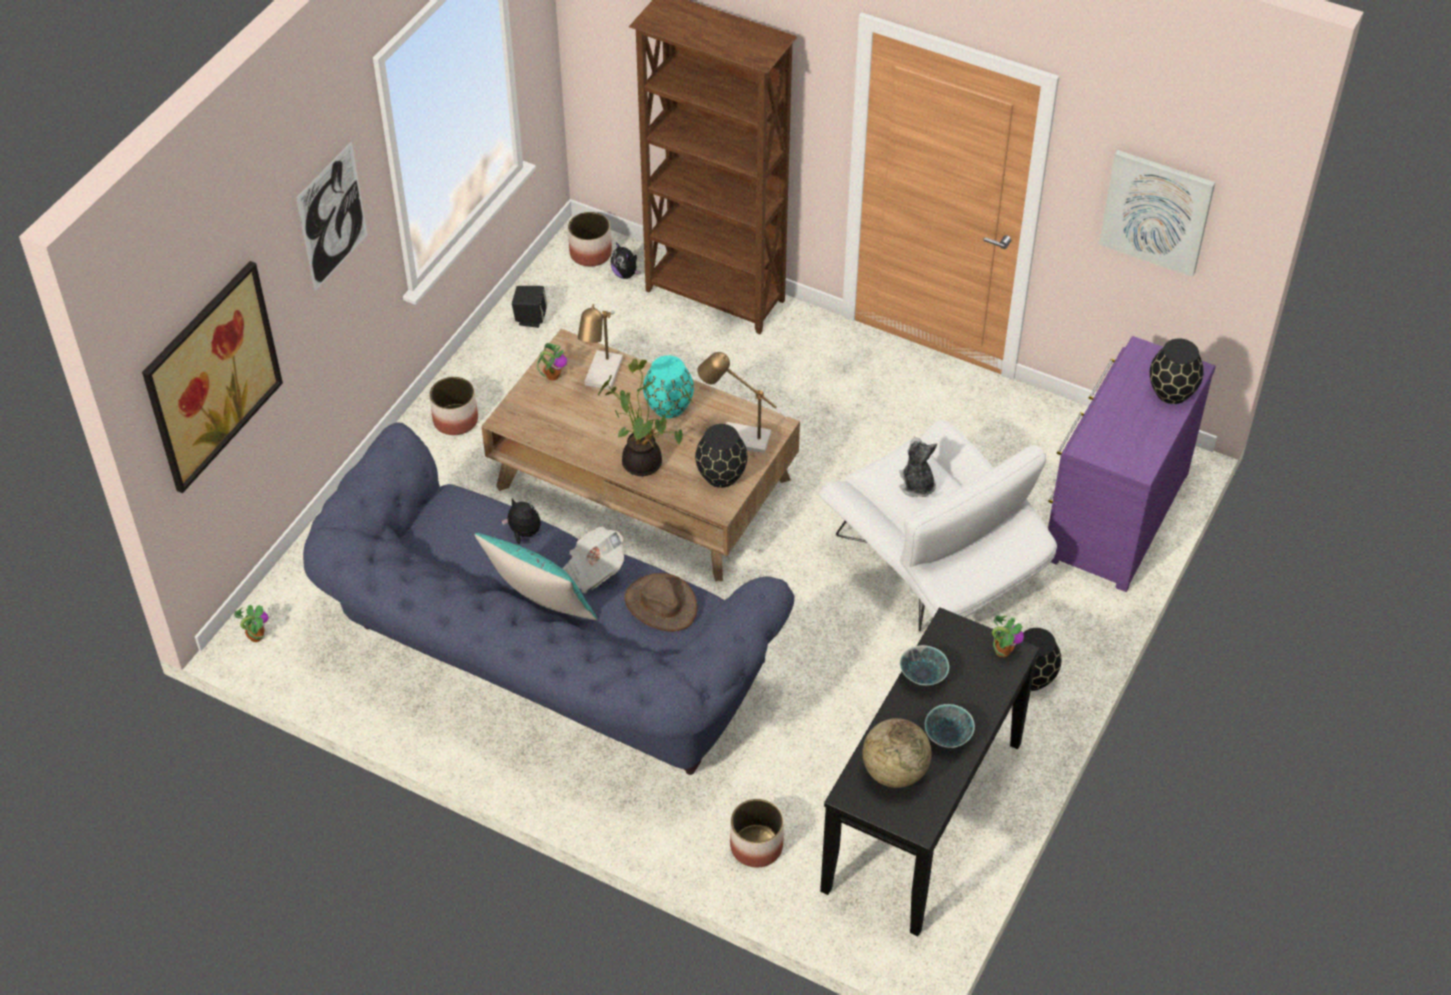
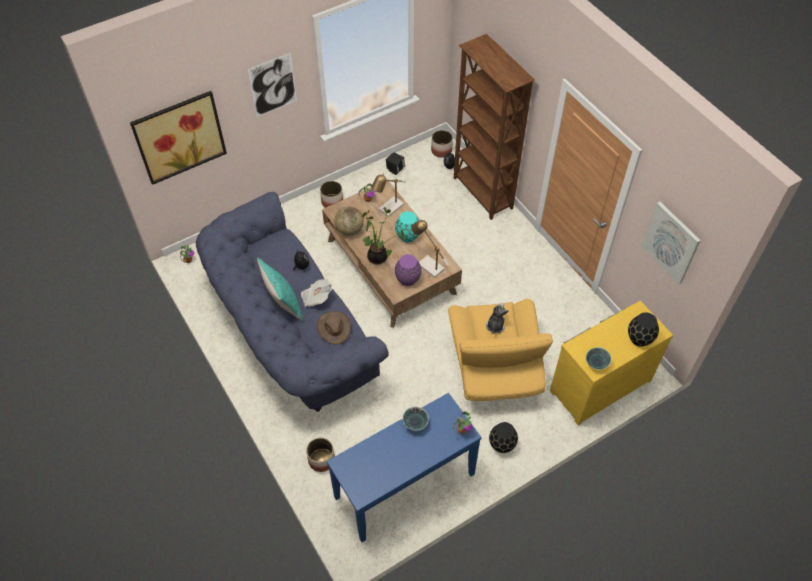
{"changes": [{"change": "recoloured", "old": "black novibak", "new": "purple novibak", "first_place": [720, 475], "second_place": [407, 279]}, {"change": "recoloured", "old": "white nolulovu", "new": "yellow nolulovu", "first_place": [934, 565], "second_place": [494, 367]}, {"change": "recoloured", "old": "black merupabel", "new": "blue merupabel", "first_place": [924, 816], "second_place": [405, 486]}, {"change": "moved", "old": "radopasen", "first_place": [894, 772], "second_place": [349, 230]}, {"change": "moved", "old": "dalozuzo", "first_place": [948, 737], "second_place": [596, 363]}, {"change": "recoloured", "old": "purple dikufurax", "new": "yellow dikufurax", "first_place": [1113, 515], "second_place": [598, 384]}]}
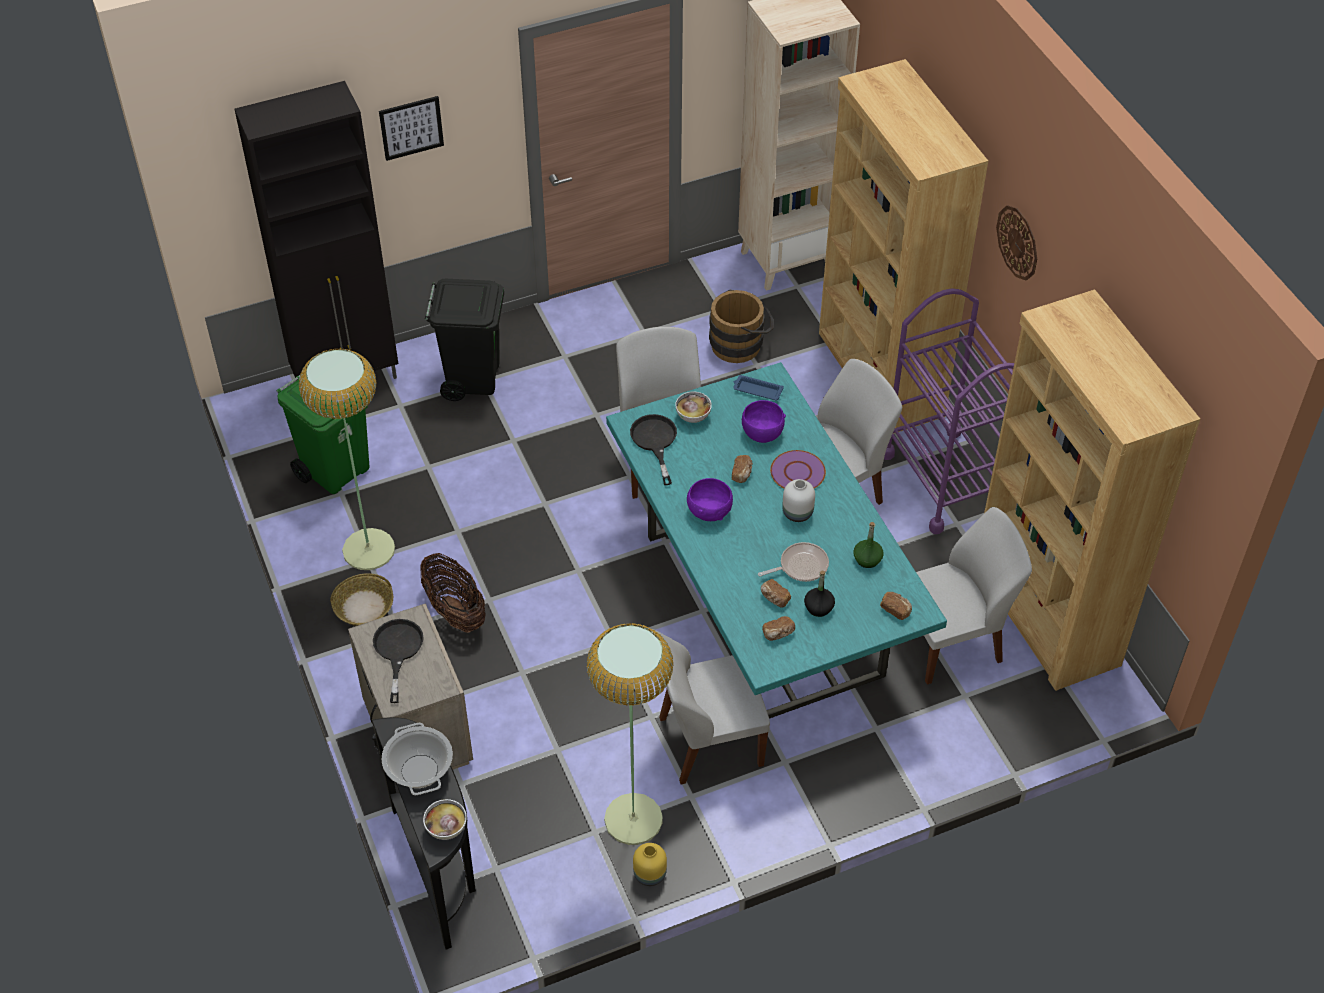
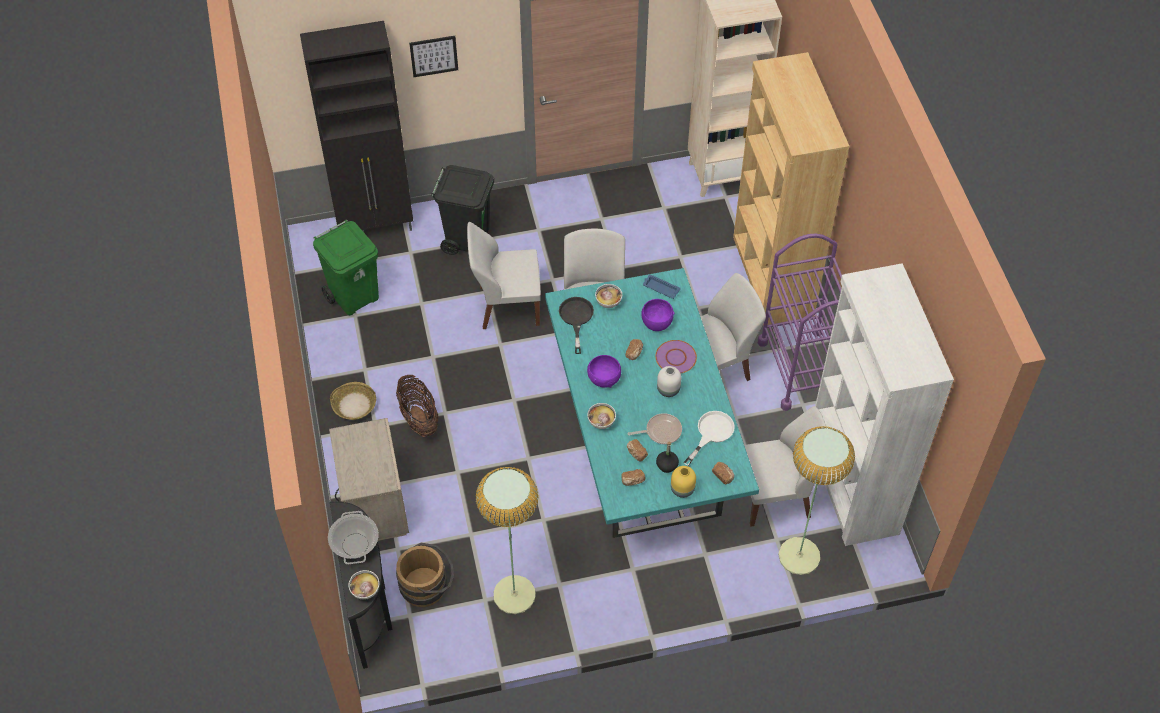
{"changes": [{"change": "moved", "old": "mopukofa", "first_place": [368, 550], "second_place": [799, 556]}, {"change": "removed", "old": "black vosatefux", "first_place": [397, 651]}, {"change": "moved", "old": "yellow novibak", "first_place": [649, 873], "second_place": [682, 488]}, {"change": "moved", "old": "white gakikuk", "first_place": [707, 742], "second_place": [507, 306]}, {"change": "moved", "old": "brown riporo", "first_place": [740, 344], "second_place": [428, 586]}, {"change": "replaced", "old": "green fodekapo", "new": "white vosatefux", "first_place": [867, 559], "second_place": [711, 433]}, {"change": "recoloured", "old": "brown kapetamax", "new": "white kapetamax", "first_place": [1045, 615], "second_place": [852, 486]}, {"change": "removed", "old": "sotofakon", "first_place": [1018, 242]}, {"change": "added", "new": "dalozuzo", "second_place": [601, 422]}]}
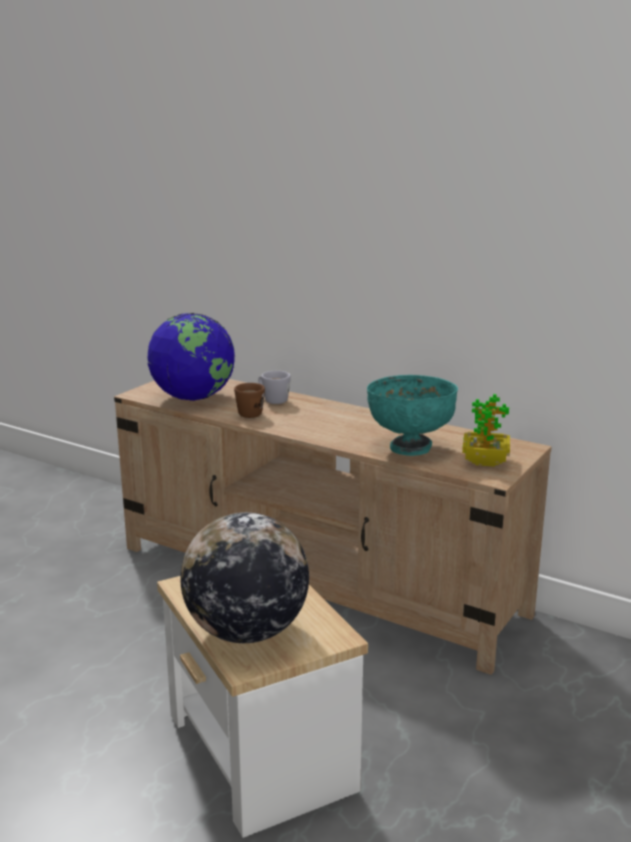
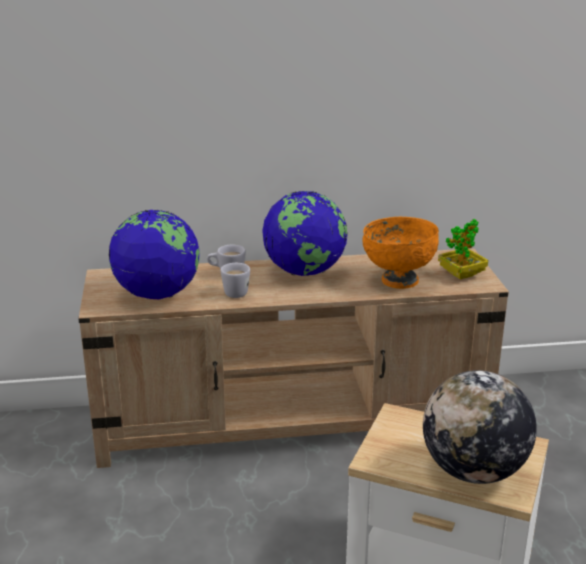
{"changes": [{"change": "recoloured", "old": "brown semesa", "new": "white semesa", "first_place": [251, 413], "second_place": [233, 292]}, {"change": "recoloured", "old": "turquoise dalozuzo", "new": "orange dalozuzo", "first_place": [410, 447], "second_place": [398, 280]}, {"change": "added", "new": "radopasen", "second_place": [304, 272]}]}
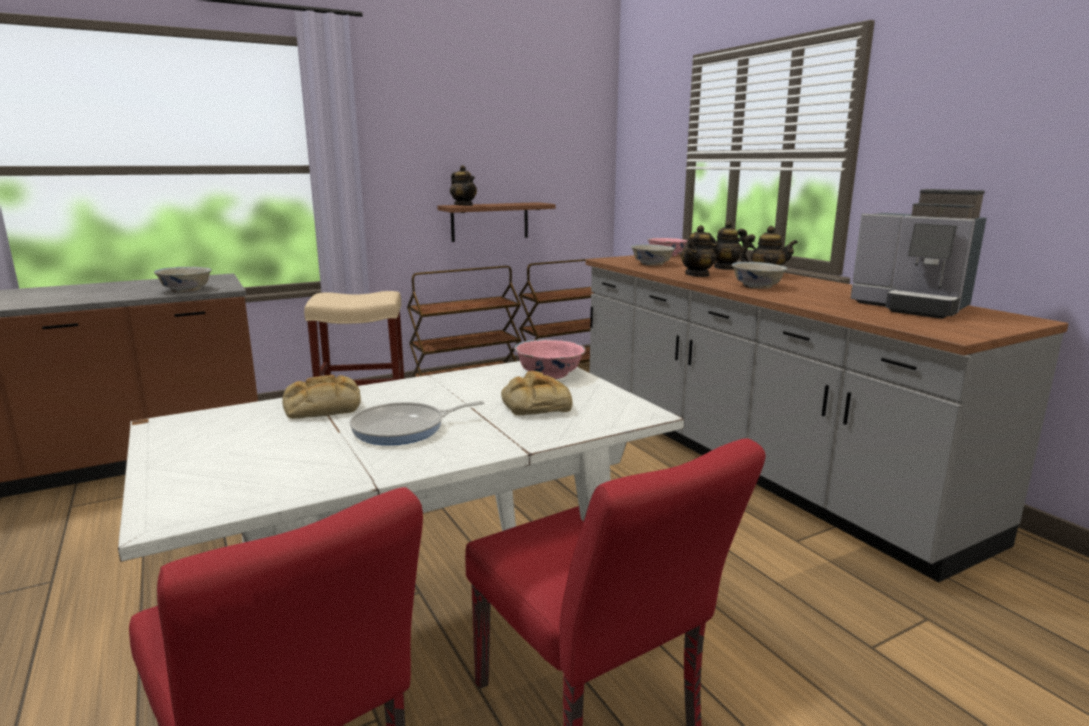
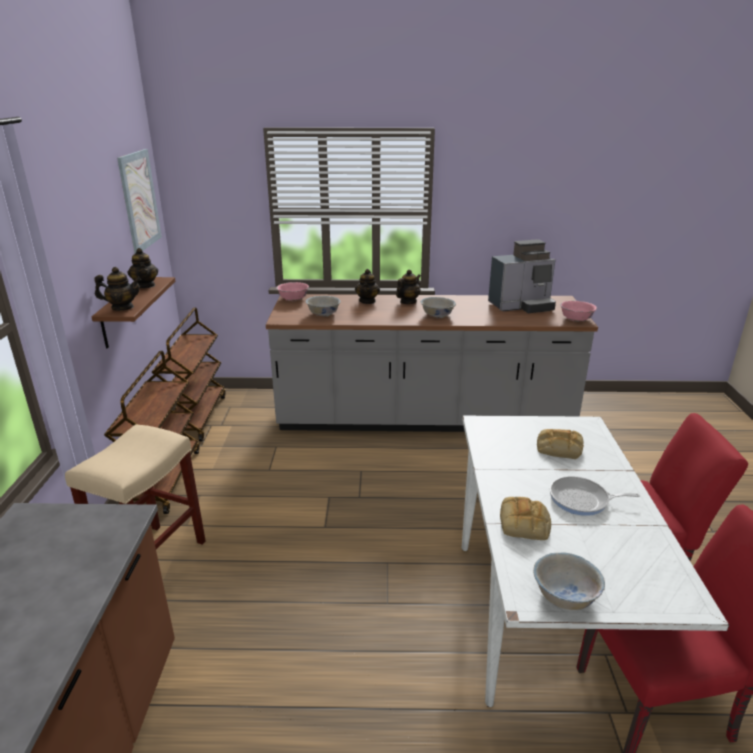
{"changes": [{"change": "moved", "old": "white dalozuzo", "first_place": [185, 290], "second_place": [565, 596]}, {"change": "turned", "old": "vosatefux", "first_place": [404, 429], "second_place": [582, 500], "degrees": 90}, {"change": "moved", "old": "pink dalozuzo", "first_place": [549, 374], "second_place": [576, 319]}, {"change": "moved", "old": "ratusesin", "first_place": [697, 275], "second_place": [145, 285]}, {"change": "added", "new": "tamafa", "second_place": [139, 200]}]}
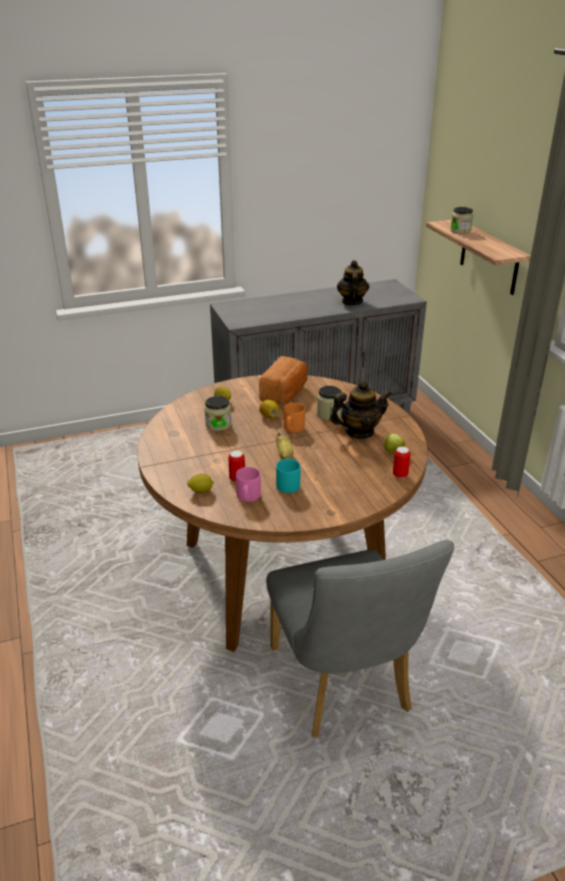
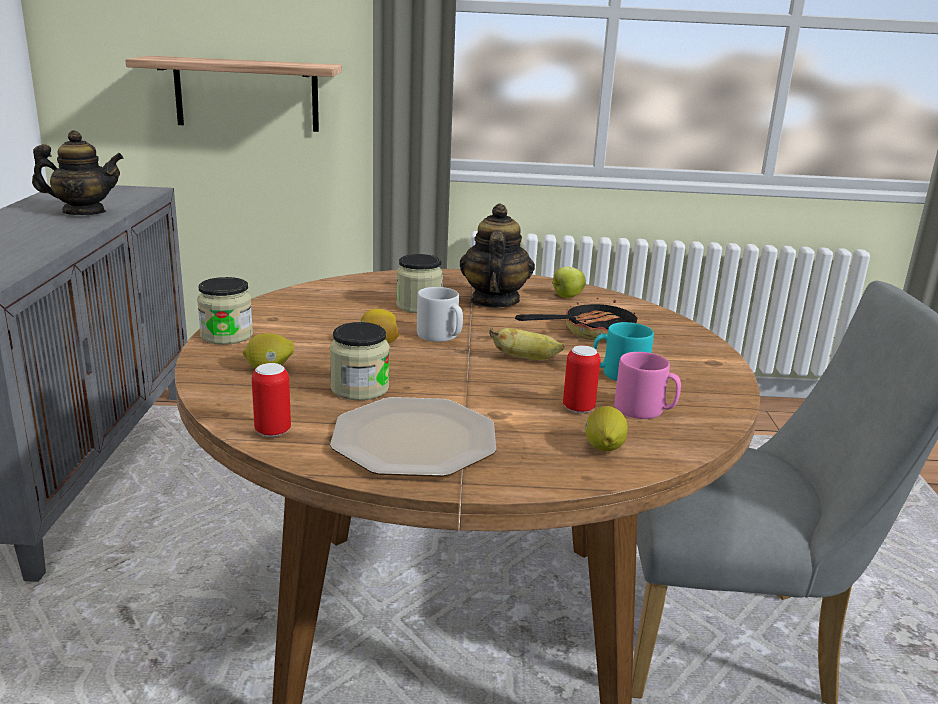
{"changes": [{"change": "removed", "old": "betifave", "first_place": [285, 393]}, {"change": "recoloured", "old": "orange semesa", "new": "grey semesa", "first_place": [293, 429], "second_place": [441, 336]}, {"change": "turned", "old": "ratusesin", "first_place": [351, 302], "second_place": [84, 212], "degrees": 150}, {"change": "moved", "old": "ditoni", "first_place": [400, 475], "second_place": [273, 431]}, {"change": "moved", "old": "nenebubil", "first_place": [460, 231], "second_place": [226, 335]}, {"change": "added", "new": "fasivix", "second_place": [413, 439]}, {"change": "added", "new": "vosatefux", "second_place": [589, 332]}]}
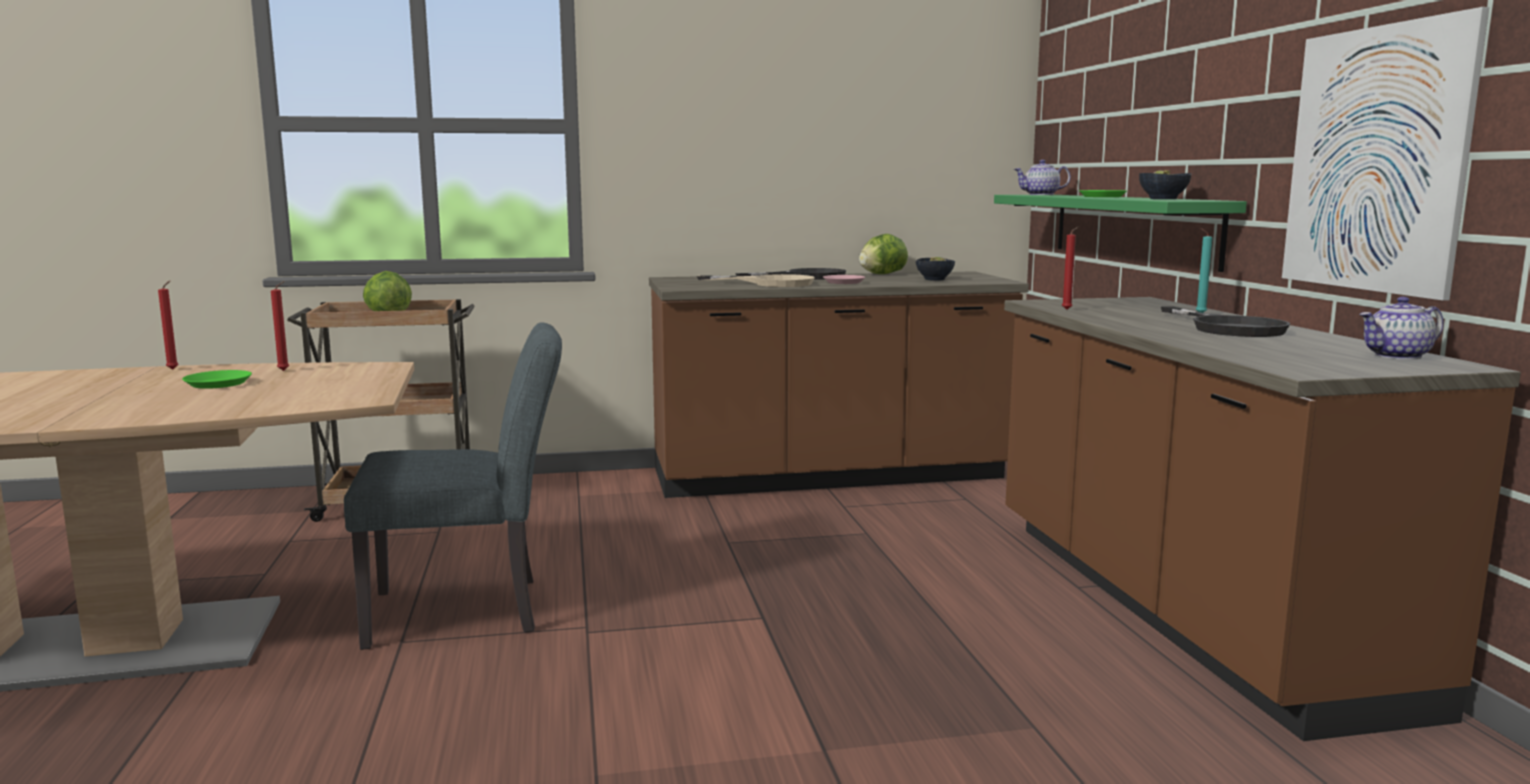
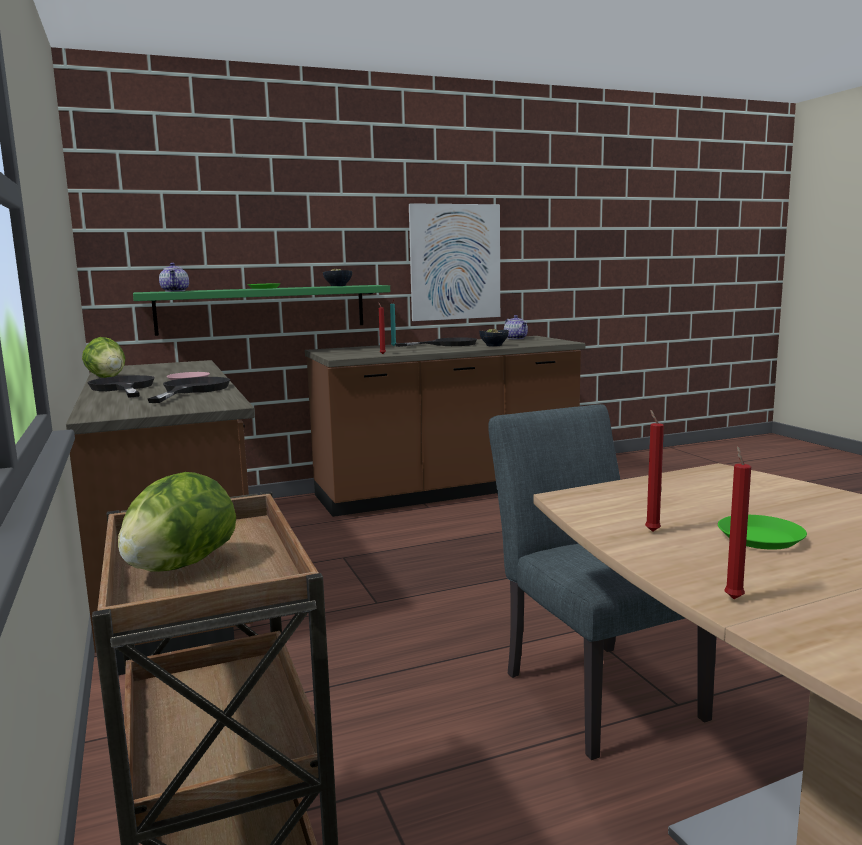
{"changes": [{"change": "recoloured", "old": "beige vosatefux", "new": "black vosatefux", "first_place": [771, 283], "second_place": [191, 390]}, {"change": "moved", "old": "dalozuzo", "first_place": [935, 279], "second_place": [493, 345]}]}
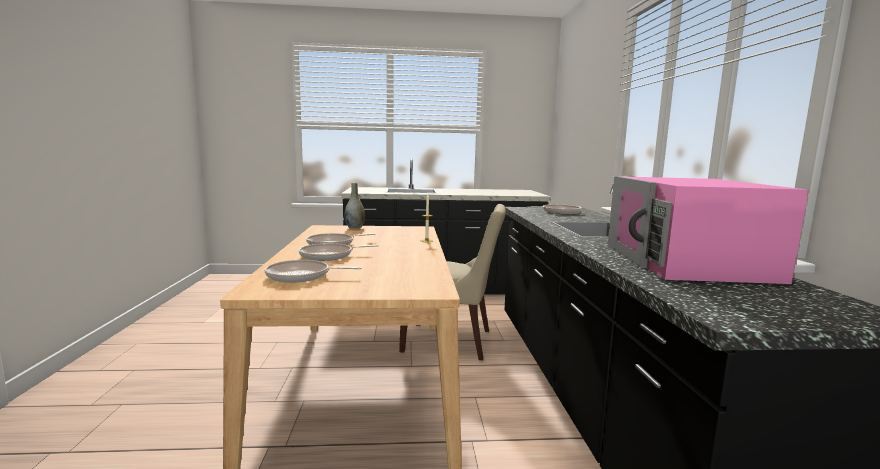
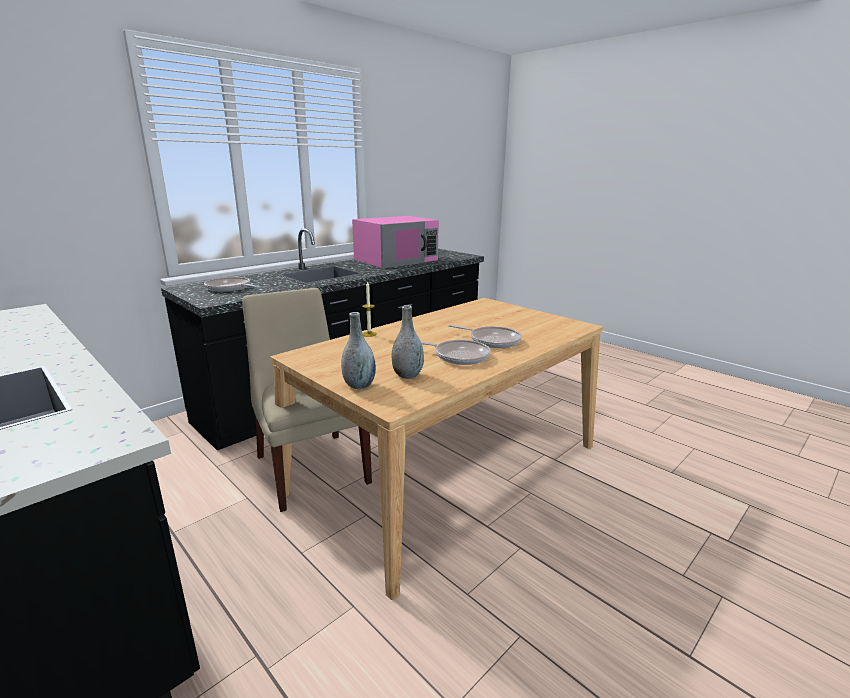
{"changes": [{"change": "removed", "old": "vosatefux", "first_place": [302, 276]}, {"change": "added", "new": "grey novibak", "second_place": [407, 375]}]}
